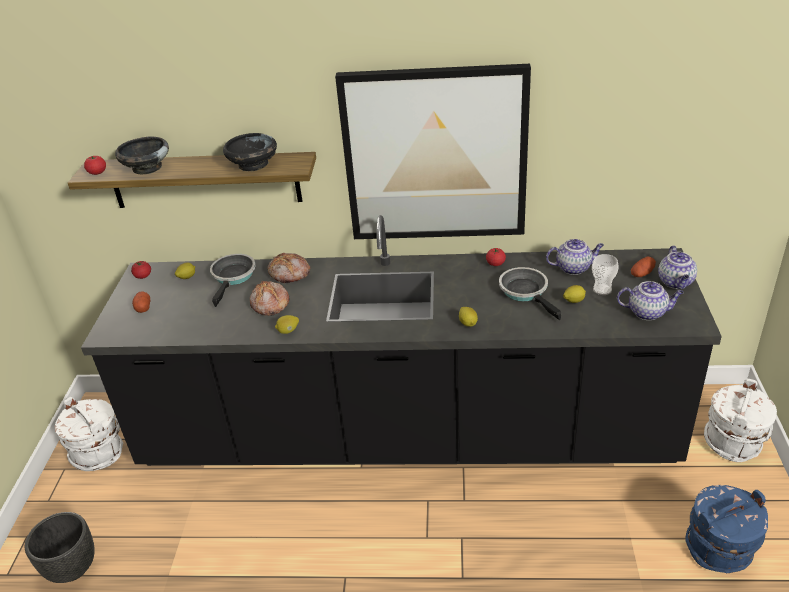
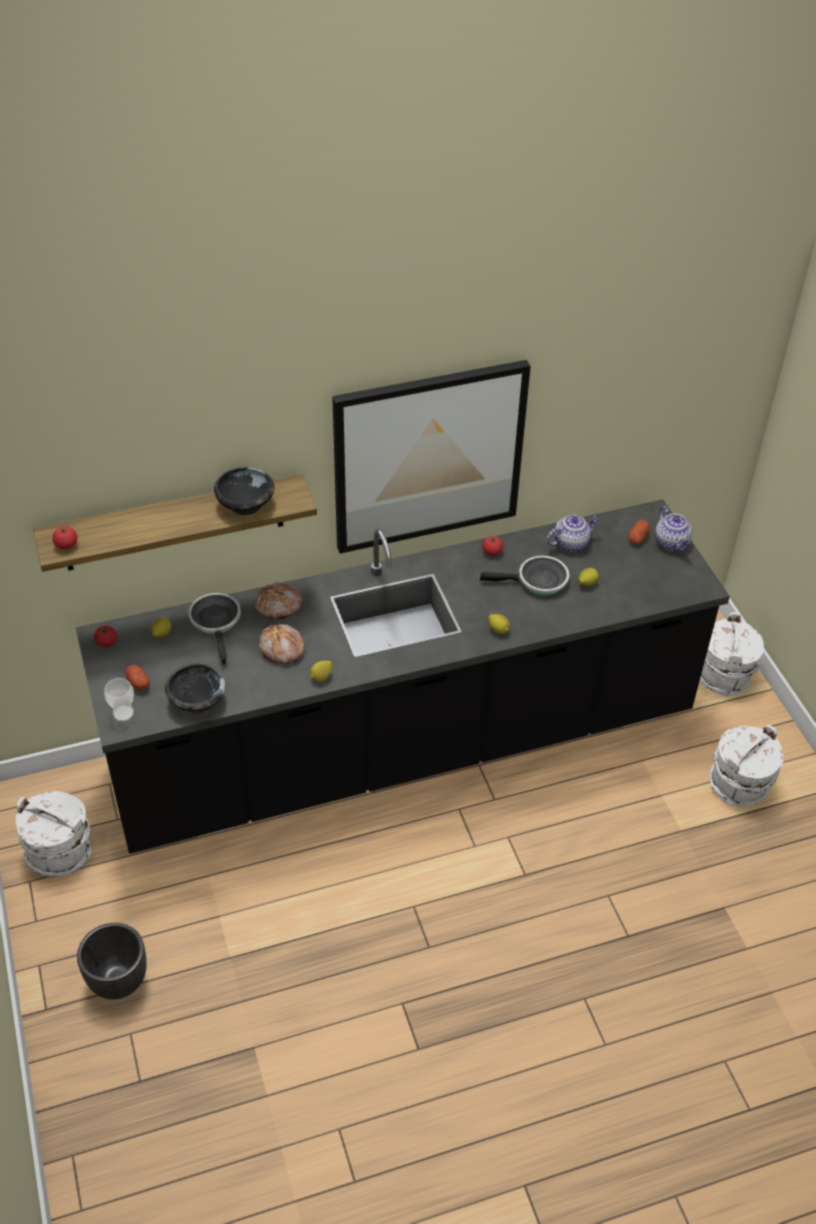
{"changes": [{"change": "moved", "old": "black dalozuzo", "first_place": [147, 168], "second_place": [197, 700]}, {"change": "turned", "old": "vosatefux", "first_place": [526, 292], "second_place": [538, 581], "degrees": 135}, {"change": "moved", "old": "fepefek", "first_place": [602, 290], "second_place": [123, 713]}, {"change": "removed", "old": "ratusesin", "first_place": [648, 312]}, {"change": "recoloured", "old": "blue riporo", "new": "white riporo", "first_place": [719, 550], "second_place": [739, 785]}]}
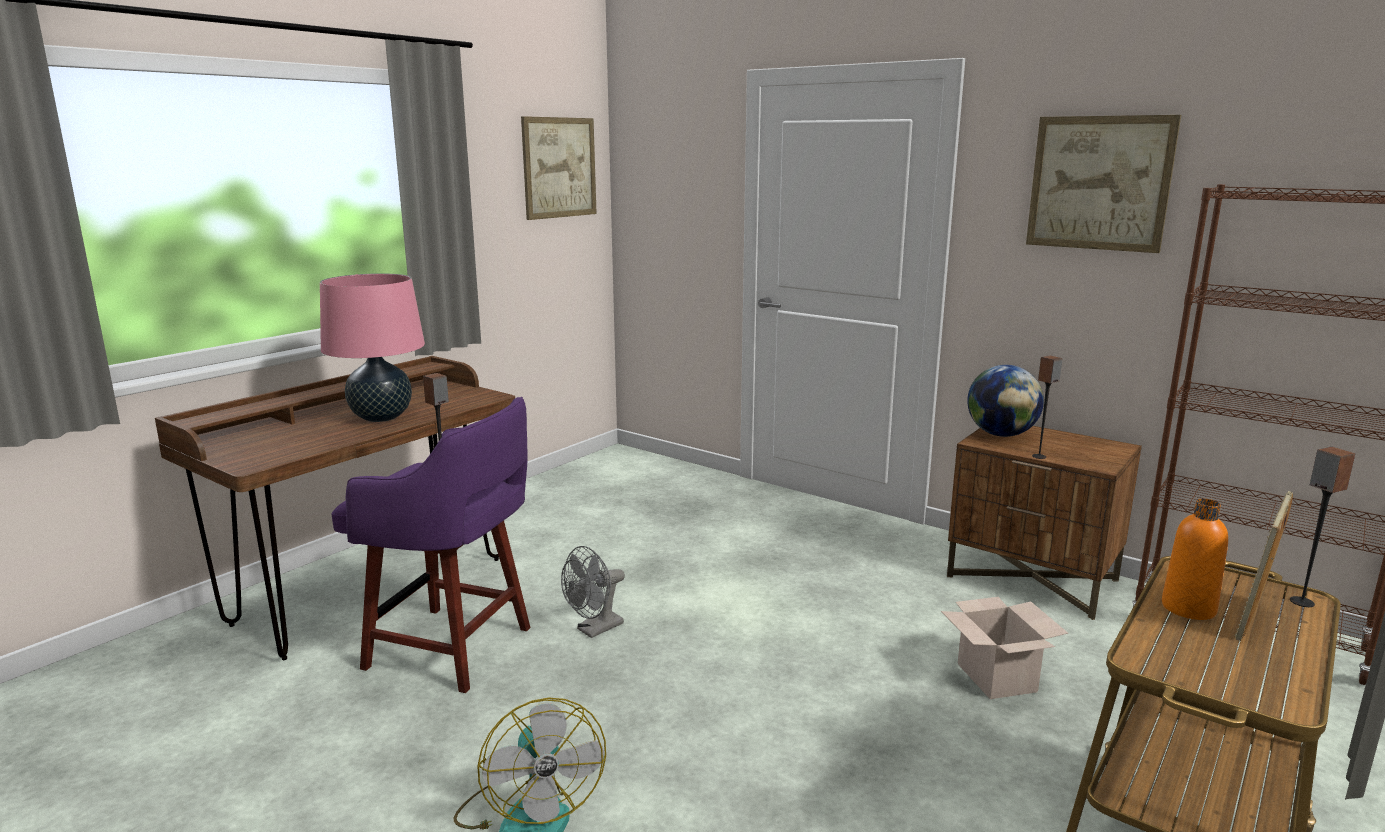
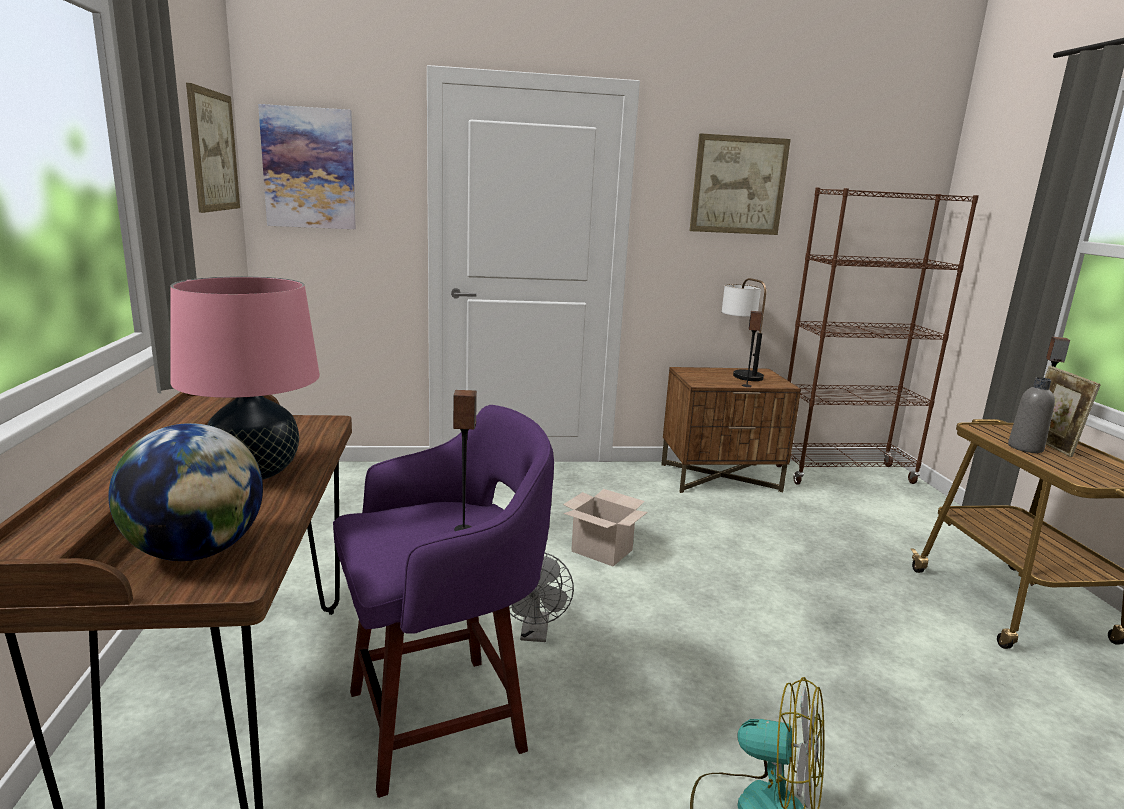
{"changes": [{"change": "moved", "old": "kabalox", "first_place": [998, 678], "second_place": [603, 551]}, {"change": "moved", "old": "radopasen", "first_place": [1001, 434], "second_place": [196, 552]}, {"change": "recoloured", "old": "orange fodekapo", "new": "grey fodekapo", "first_place": [1188, 608], "second_place": [1025, 448]}, {"change": "added", "new": "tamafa", "second_place": [309, 168]}, {"change": "added", "new": "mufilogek", "second_place": [738, 373]}]}
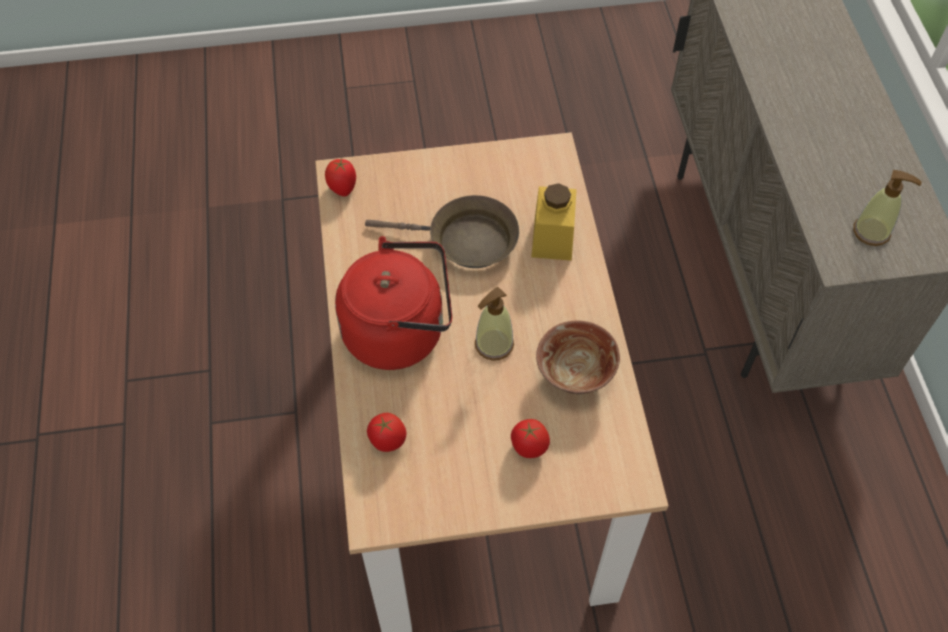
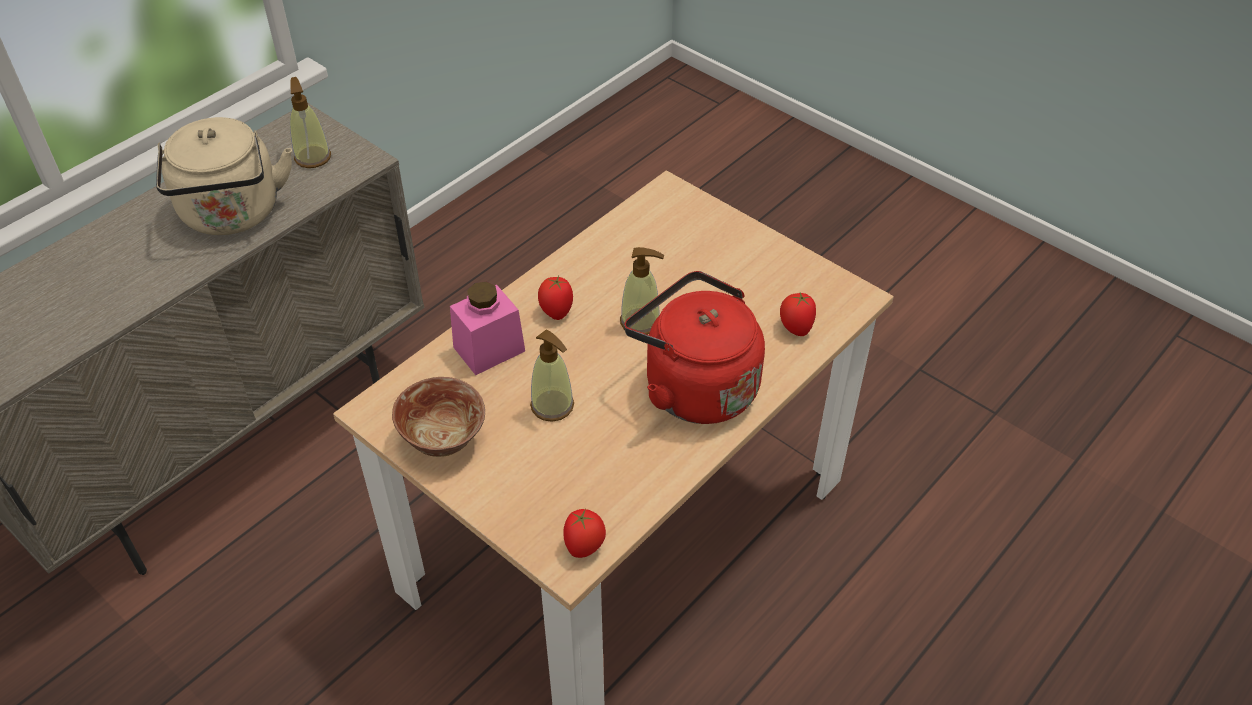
{"changes": [{"change": "replaced", "old": "brown vosatefux", "new": "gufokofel", "first_place": [465, 241], "second_place": [552, 406]}, {"change": "moved", "old": "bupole", "first_place": [528, 448], "second_place": [556, 312]}, {"change": "recoloured", "old": "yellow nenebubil", "new": "pink nenebubil", "first_place": [552, 238], "second_place": [489, 349]}, {"change": "moved", "old": "dalozuzo", "first_place": [575, 376], "second_place": [443, 440]}, {"change": "added", "new": "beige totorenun", "second_place": [232, 215]}]}
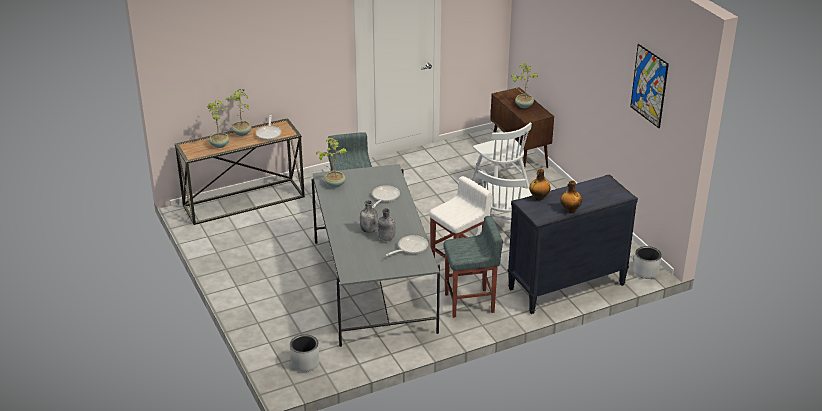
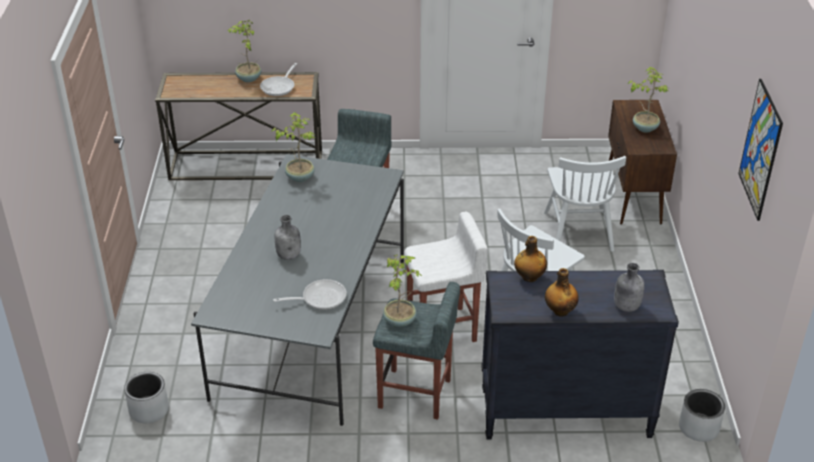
{"changes": [{"change": "moved", "old": "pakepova", "first_place": [220, 145], "second_place": [400, 320]}, {"change": "removed", "old": "vosatefux", "first_place": [384, 197]}, {"change": "moved", "old": "grey fodekapo", "first_place": [386, 238], "second_place": [626, 307]}]}
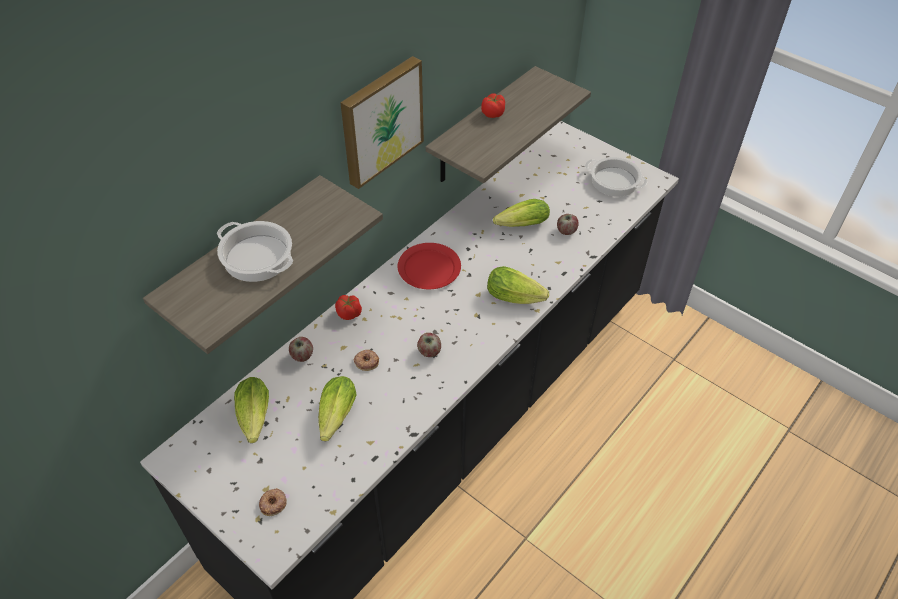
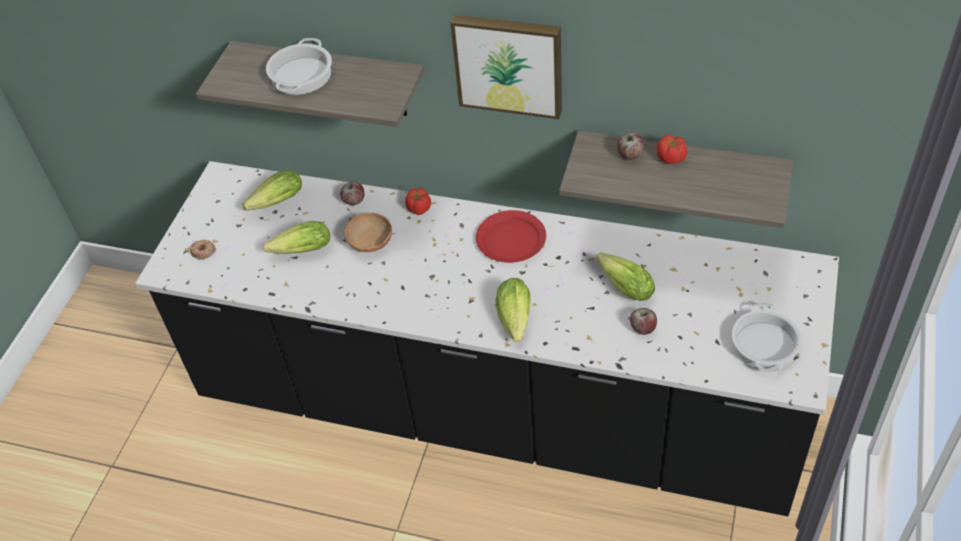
{"changes": [{"change": "replaced", "old": "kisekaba", "new": "brown dalozuzo", "first_place": [366, 361], "second_place": [370, 244]}, {"change": "moved", "old": "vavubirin", "first_place": [429, 352], "second_place": [629, 155]}]}
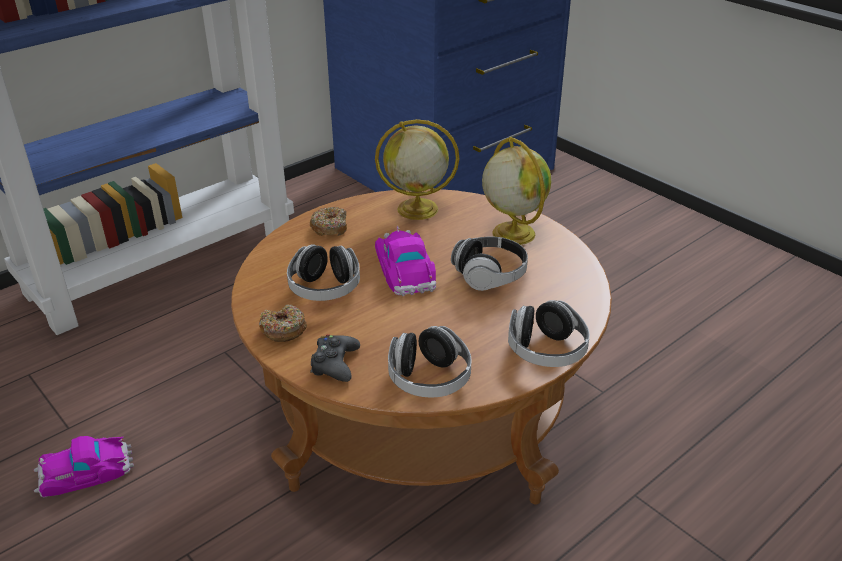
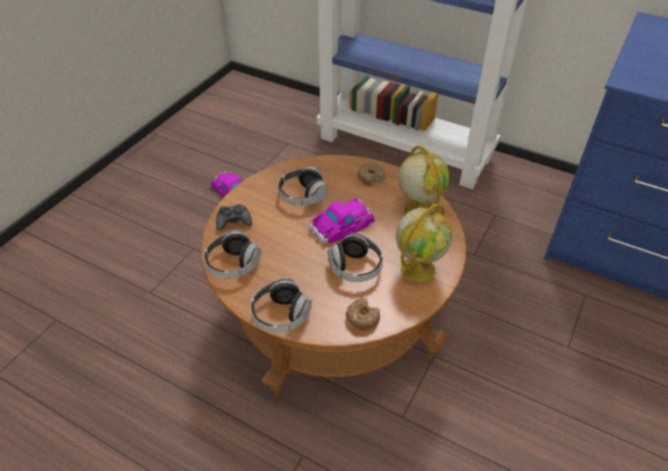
{"changes": [{"change": "moved", "old": "kisekaba", "first_place": [283, 330], "second_place": [362, 318]}]}
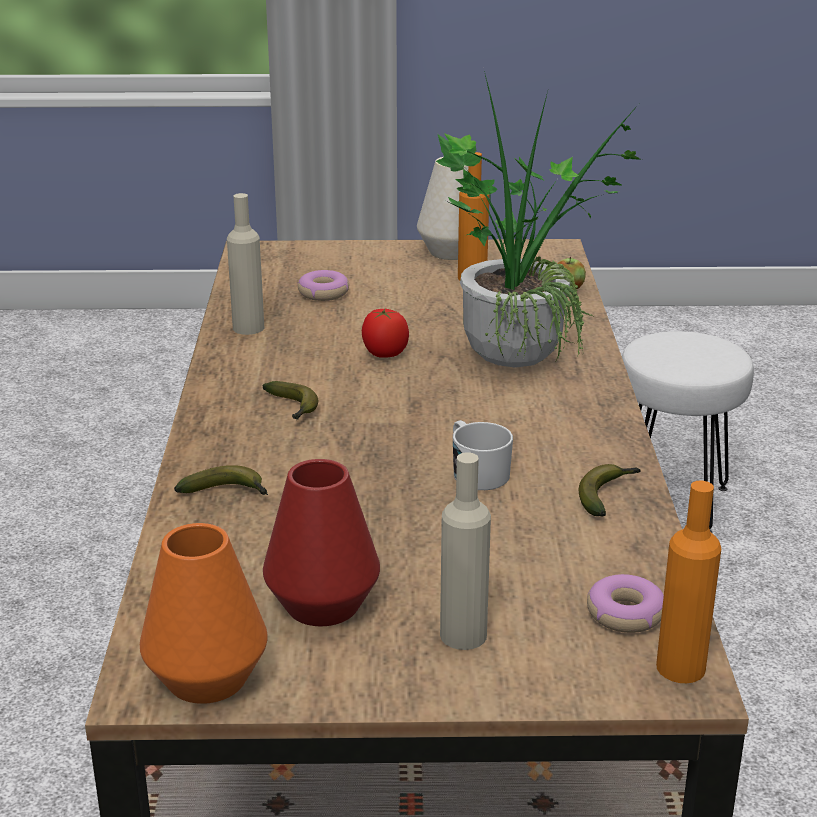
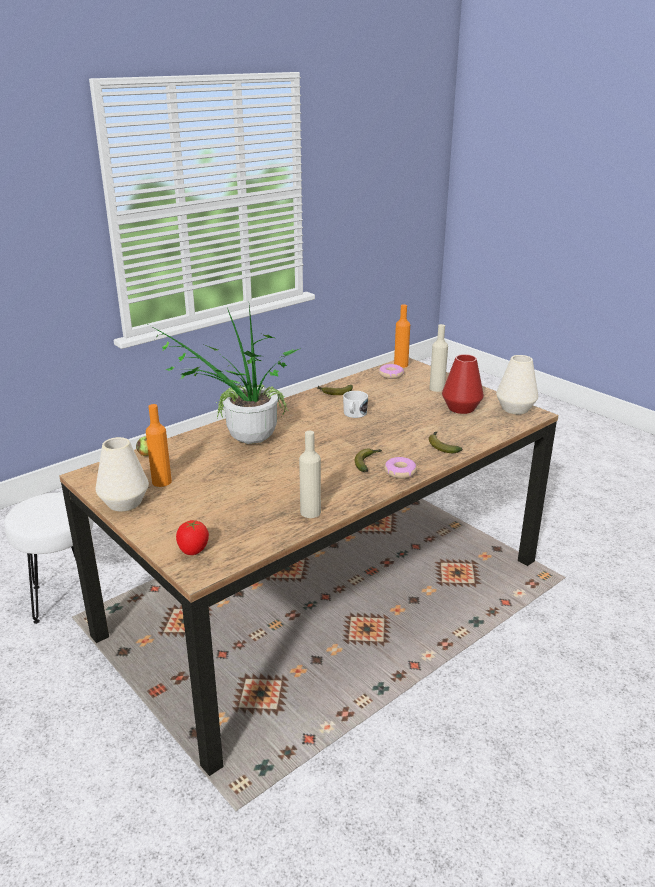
{"changes": [{"change": "recoloured", "old": "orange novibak", "new": "white novibak", "first_place": [207, 678], "second_place": [515, 409]}, {"change": "moved", "old": "kisekaba", "first_place": [323, 293], "second_place": [400, 472]}, {"change": "moved", "old": "bupole", "first_place": [384, 354], "second_place": [193, 550]}]}
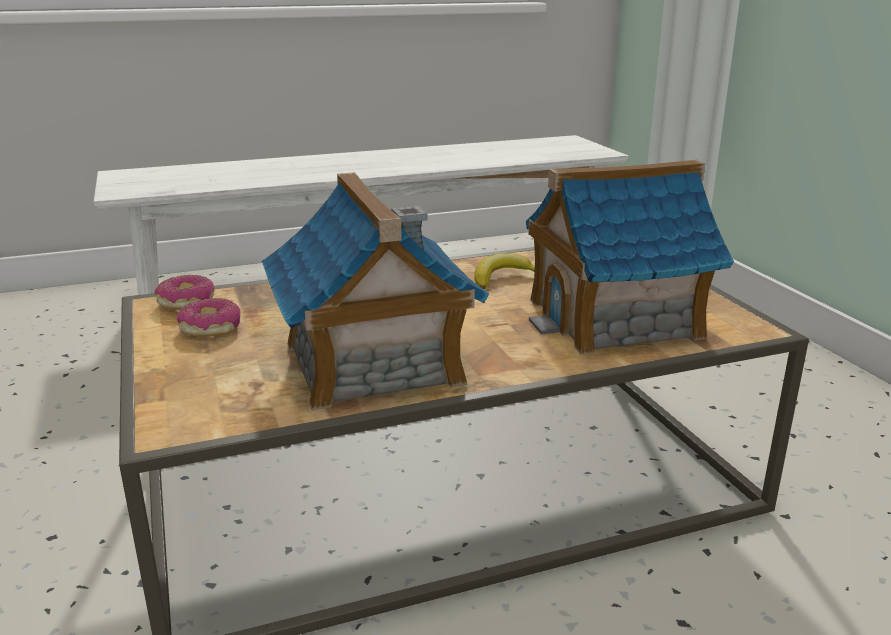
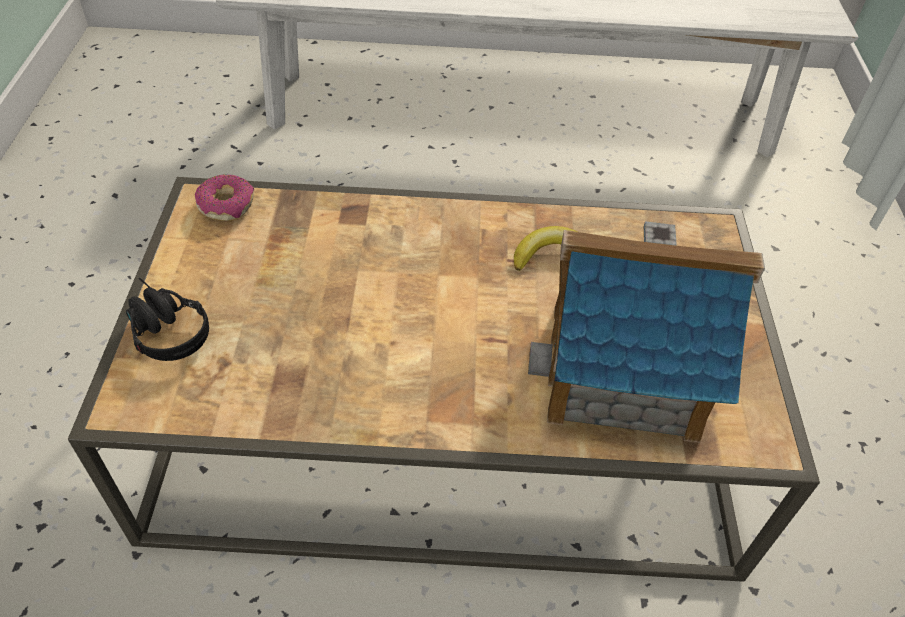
{"changes": [{"change": "removed", "old": "kisekaba", "first_place": [211, 328]}, {"change": "removed", "old": "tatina", "first_place": [372, 364]}, {"change": "added", "new": "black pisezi", "second_place": [163, 328]}]}
